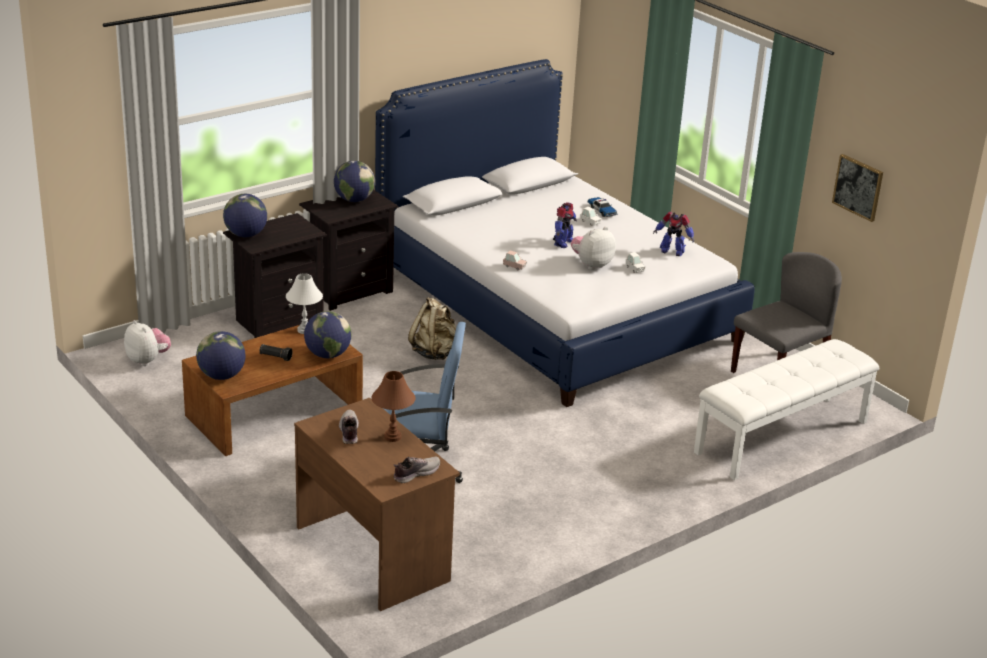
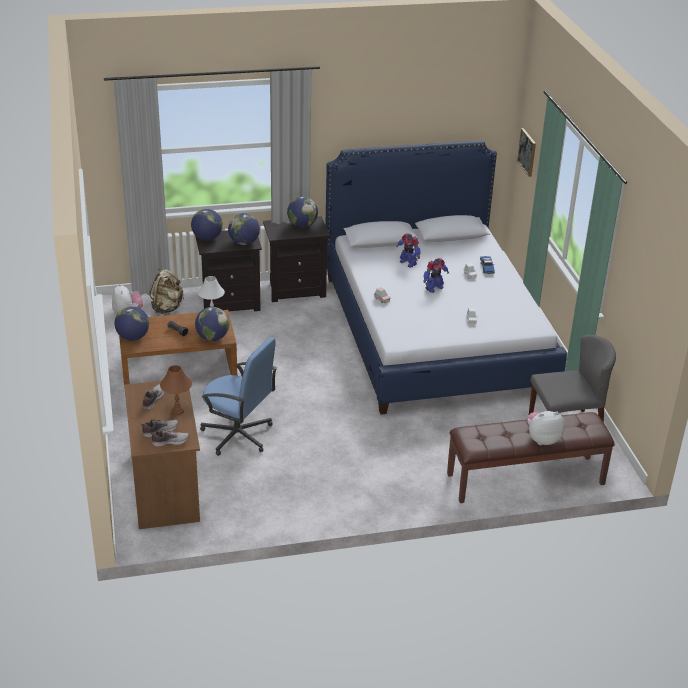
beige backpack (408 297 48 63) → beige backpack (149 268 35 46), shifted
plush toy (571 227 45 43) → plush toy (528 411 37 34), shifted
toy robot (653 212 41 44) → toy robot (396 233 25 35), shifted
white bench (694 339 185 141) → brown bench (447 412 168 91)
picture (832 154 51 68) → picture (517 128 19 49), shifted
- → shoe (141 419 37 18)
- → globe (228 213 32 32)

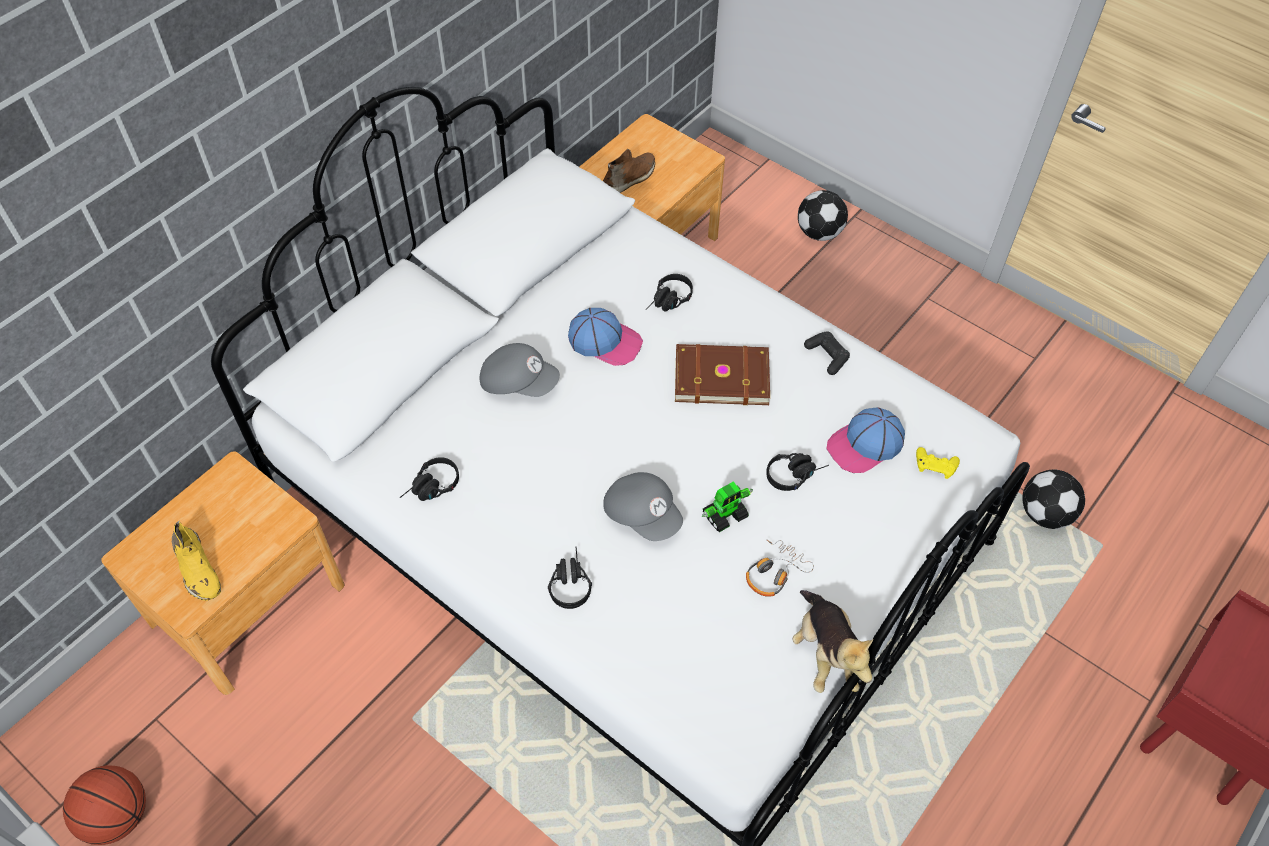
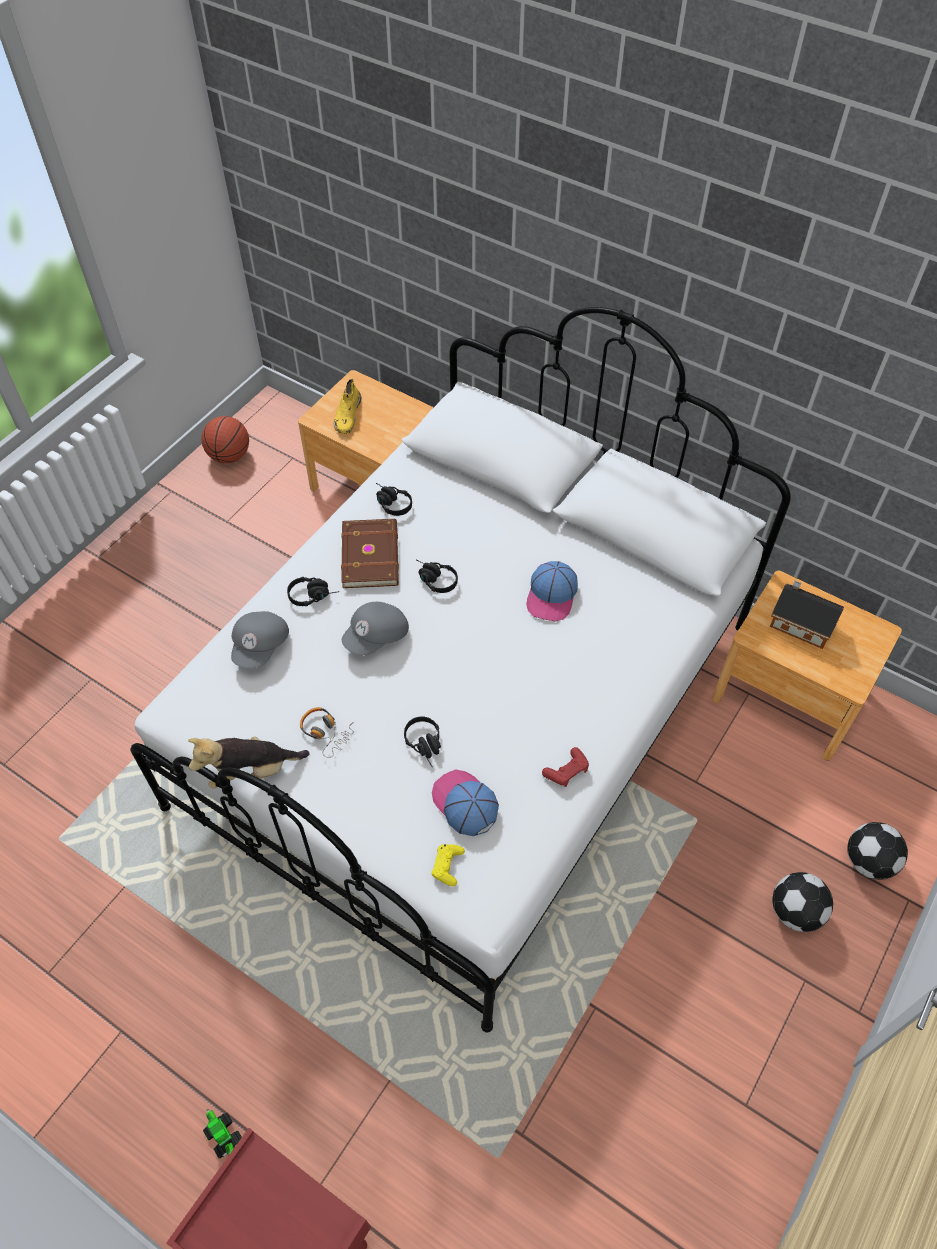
yellow shoe (172 521 49 80) → yellow shoe (333 379 29 55), 45 degrees counterclockwise
grey cap (480 343 80 54) → grey cap (231 611 58 57), shifted
brown shoe (603 149 52 44) → toy house (770 581 74 68)
black headphones (646 274 47 38) → black headphones (417 560 41 33), shifted
brown book (675 344 95 61) → brown book (341 519 58 69), shifted
toy robot (702 481 51 51) → toy robot (203 1109 39 49), shifted
black game controller (804 331 46 44) → red game controller (542 747 47 40)
football (1022 469 63 60) → football (773 872 60 60), shifted

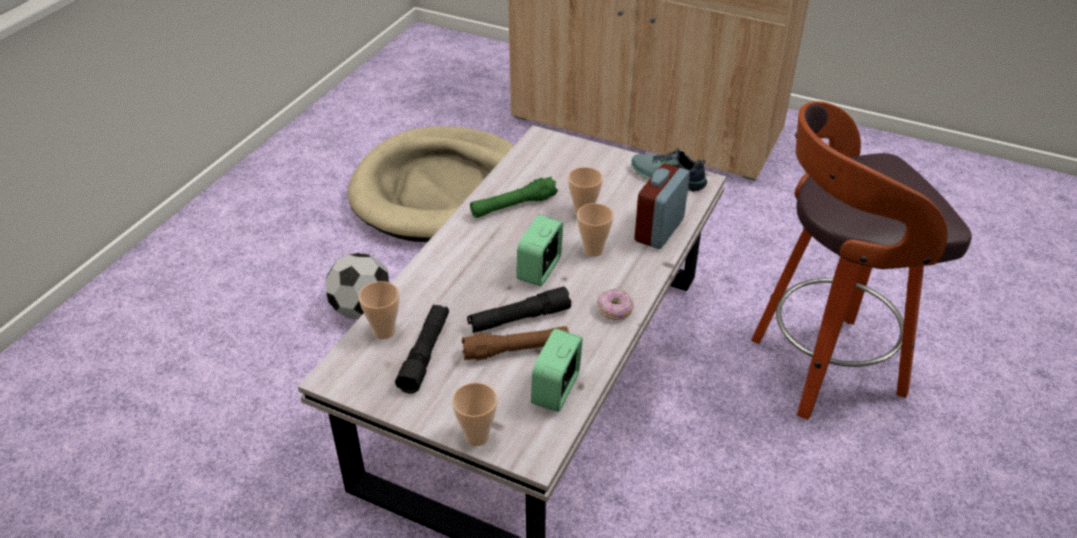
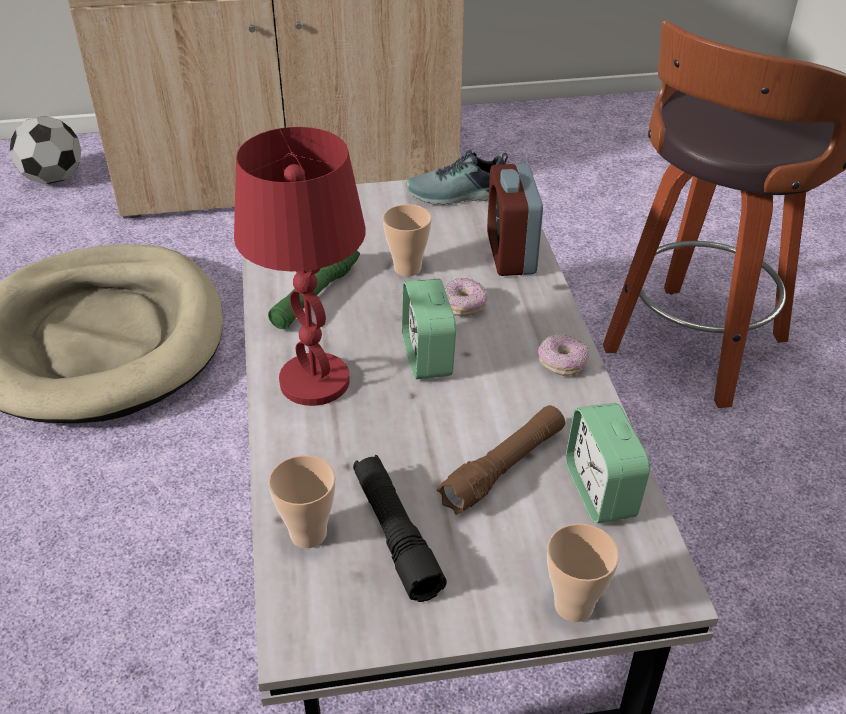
football (325 253 65 66) → football (9 116 72 68), shifted
black flashlight (467 287 104 46) → -
cup (577 203 37 54) → donut (445 278 43 38)
- → red table lamp (234 127 132 279)

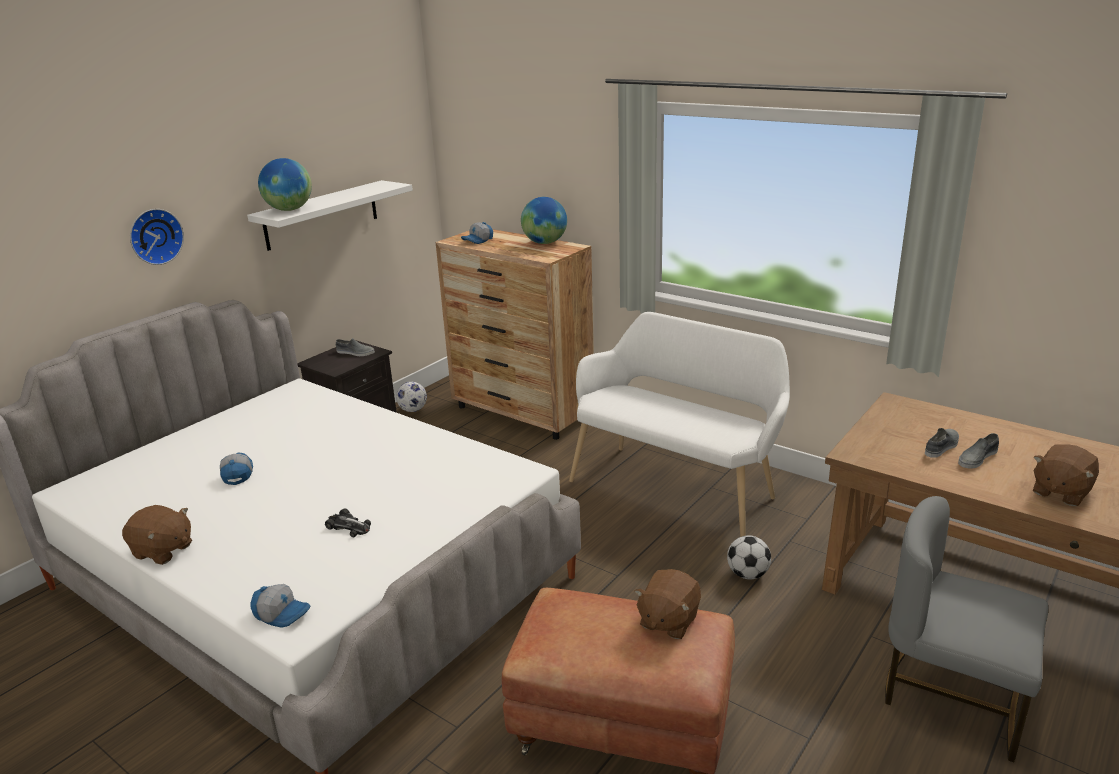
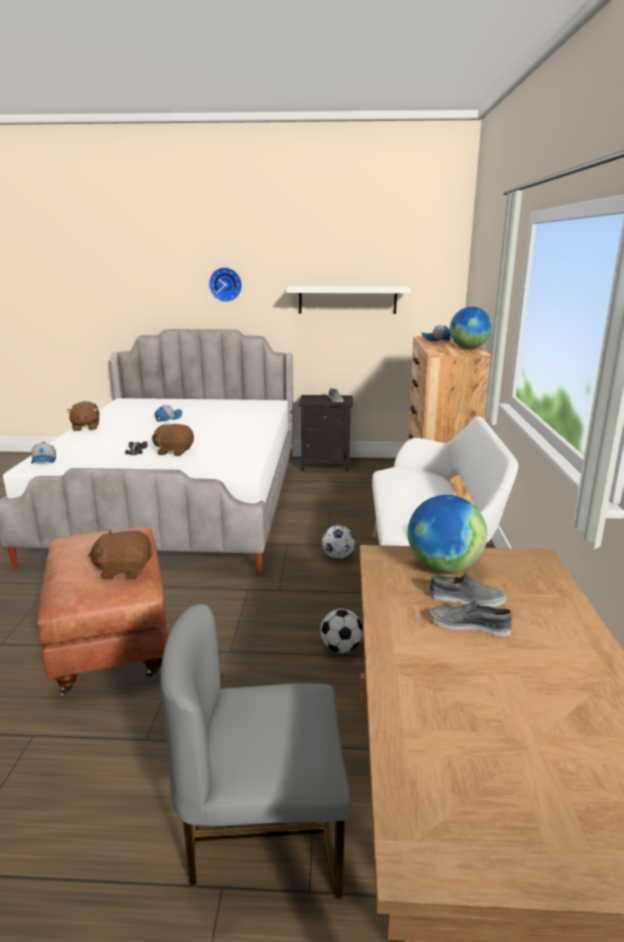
globe (258 158 54 53) → globe (408 495 79 78), shifted
football (396 382 31 30) → football (322 525 33 34), shifted
grey chair (885 496 164 266) → grey chair (160 604 191 295), 90 degrees counterclockwise
brown plush toy (1033 444 66 62) → brown plush toy (152 424 42 32), shifted

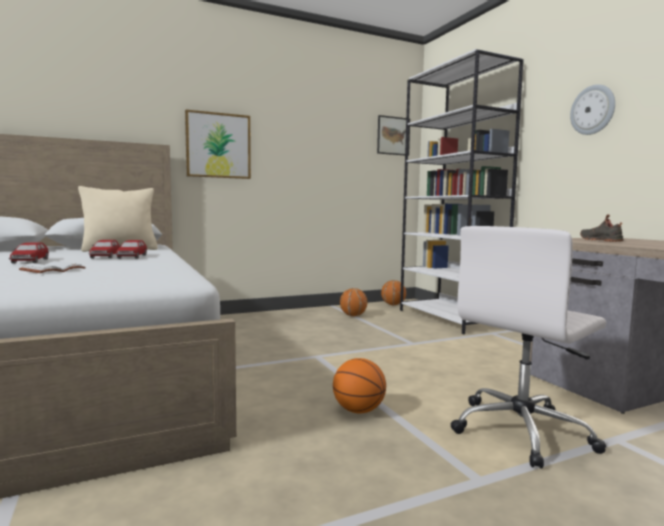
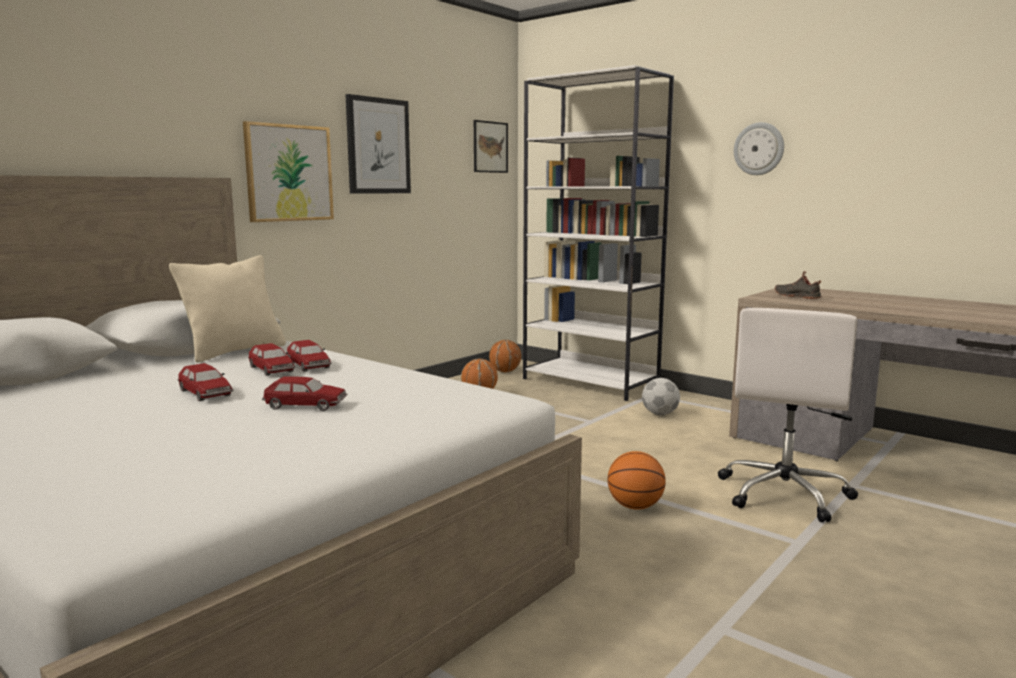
white book (19 261 67 12) → toy car (262 376 86 35)
- → picture (345 94 66 100)
- → football (642 378 38 37)

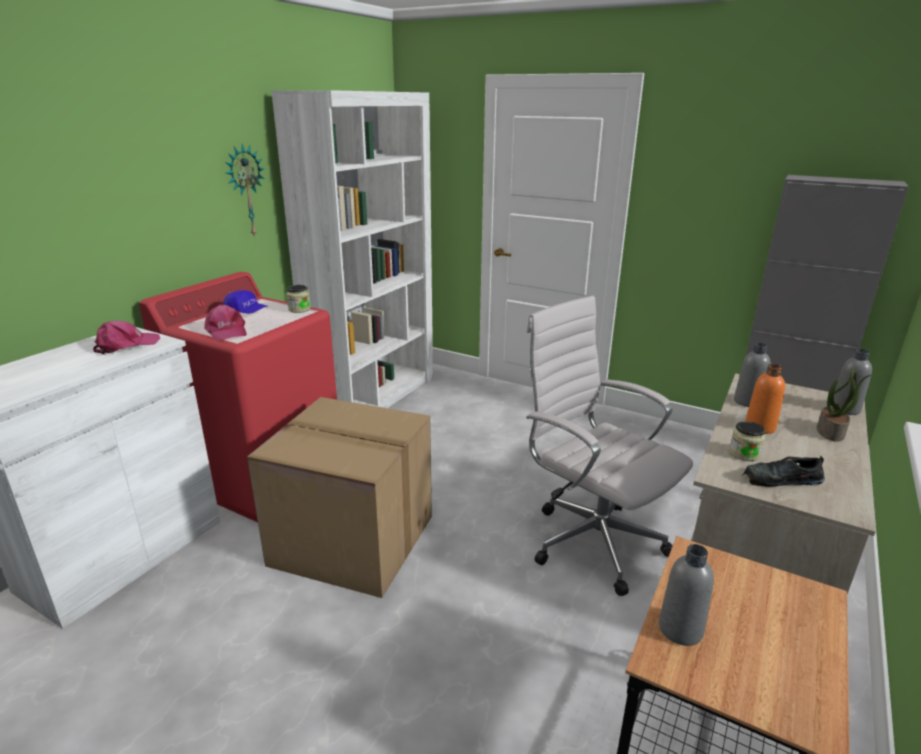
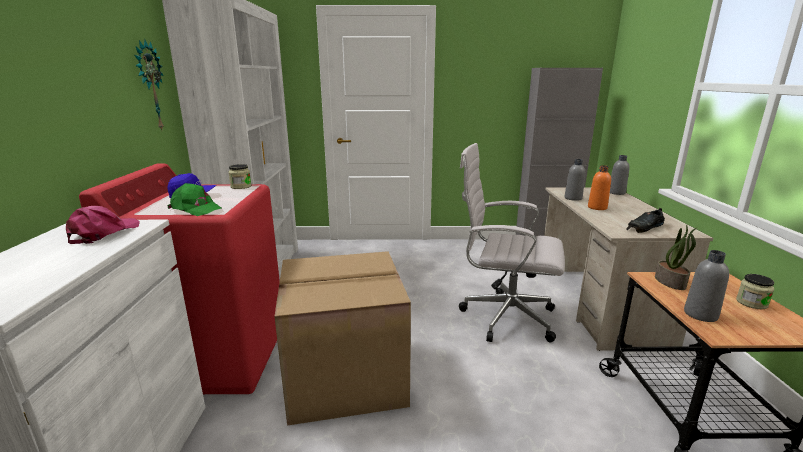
pink cap (204 304 43 37) → green cap (167 183 56 33)
jar (729 421 36 40) → jar (736 274 38 35), shifted
potted plant (817 367 54 75) → potted plant (655 224 43 66), shifted

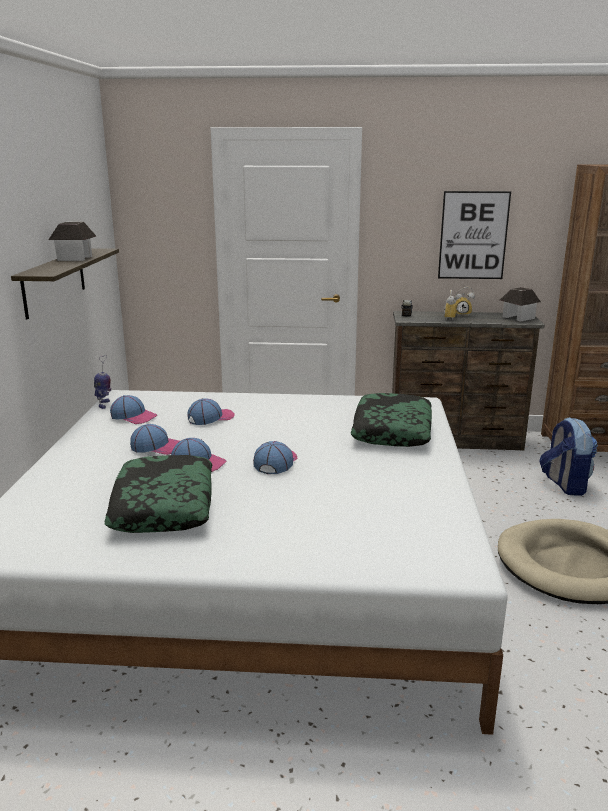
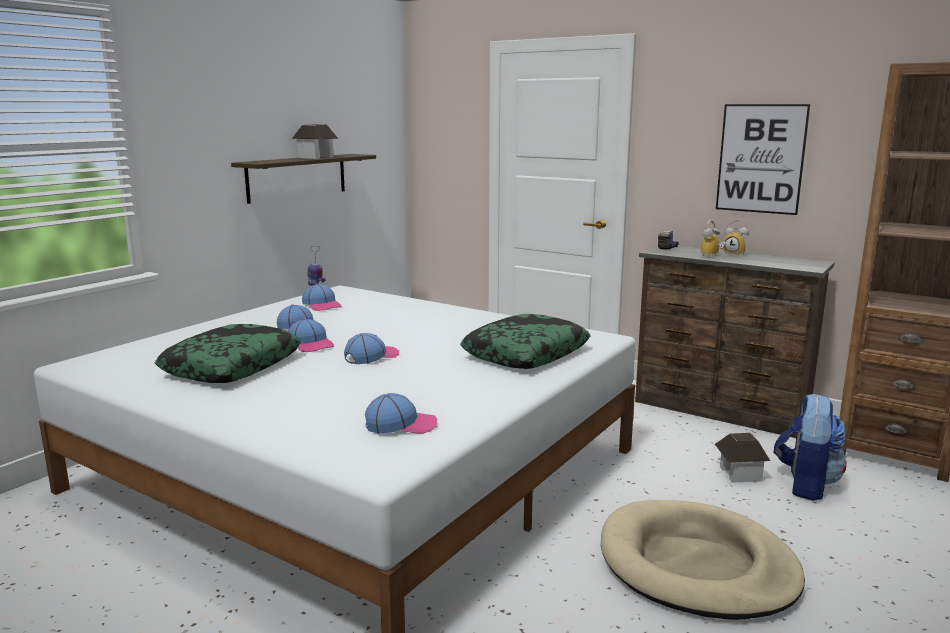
cap (187 398 48 27) → cap (365 393 72 41), shifted
toy house (500 287 41 35) → toy house (715 433 55 50), shifted

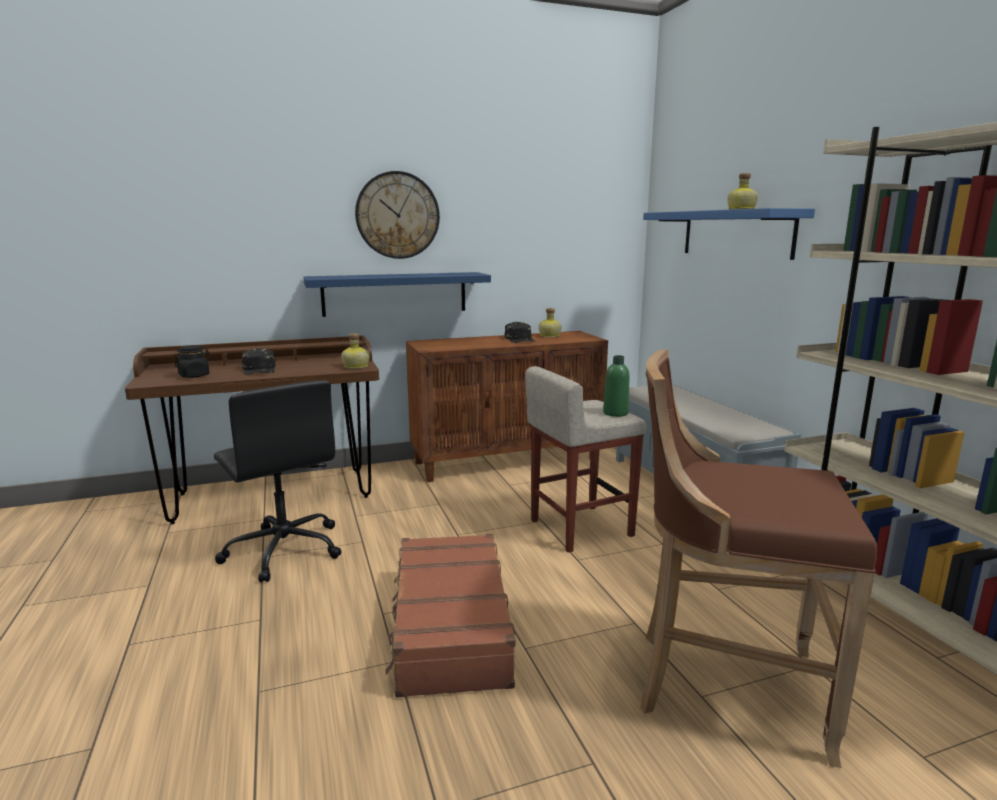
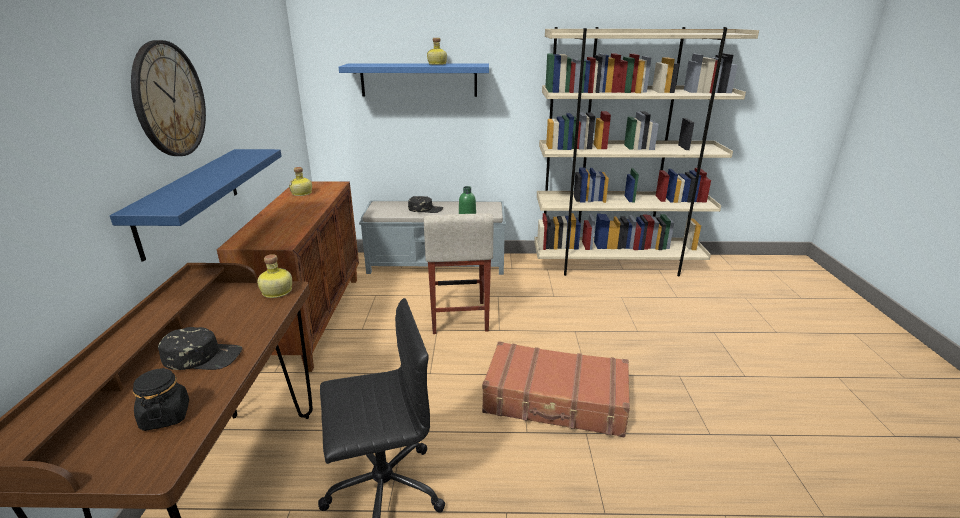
black cap (505 322 30 21) → black cap (408 196 35 17), shifted
brown stool (640 349 238 419) → -

